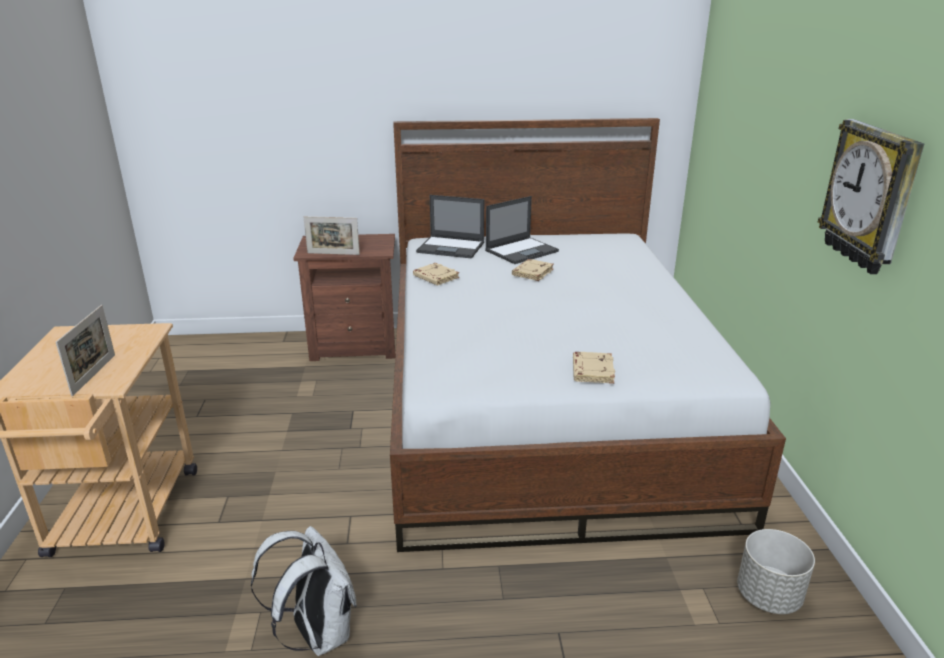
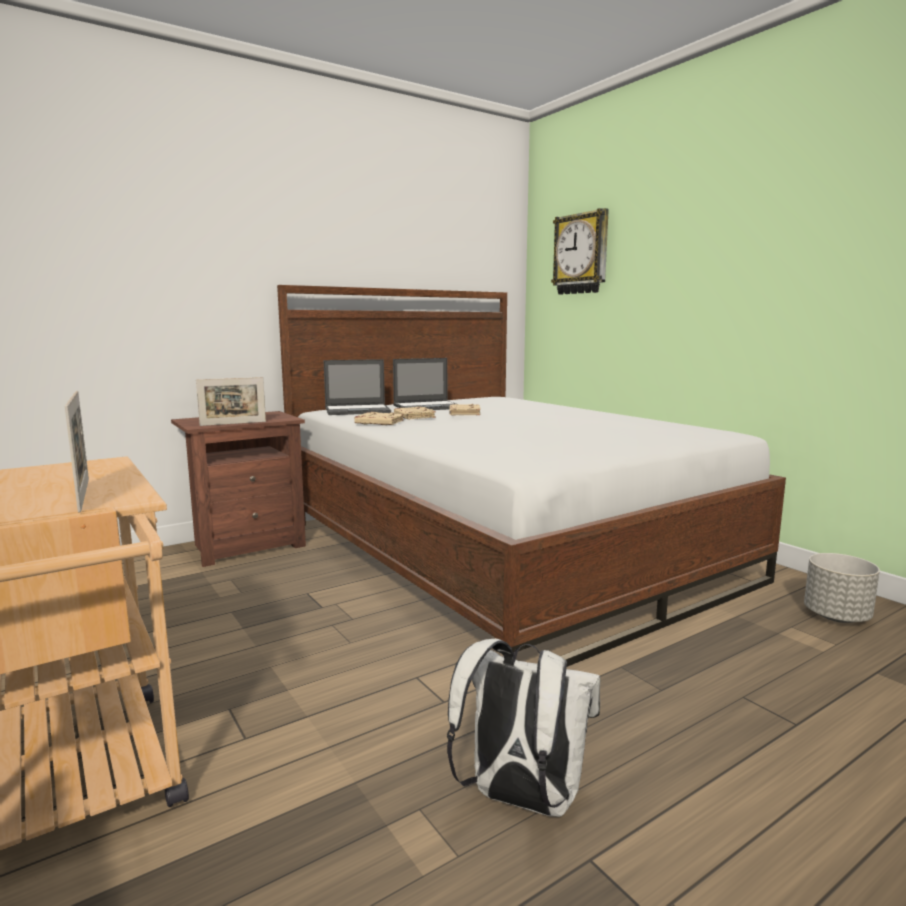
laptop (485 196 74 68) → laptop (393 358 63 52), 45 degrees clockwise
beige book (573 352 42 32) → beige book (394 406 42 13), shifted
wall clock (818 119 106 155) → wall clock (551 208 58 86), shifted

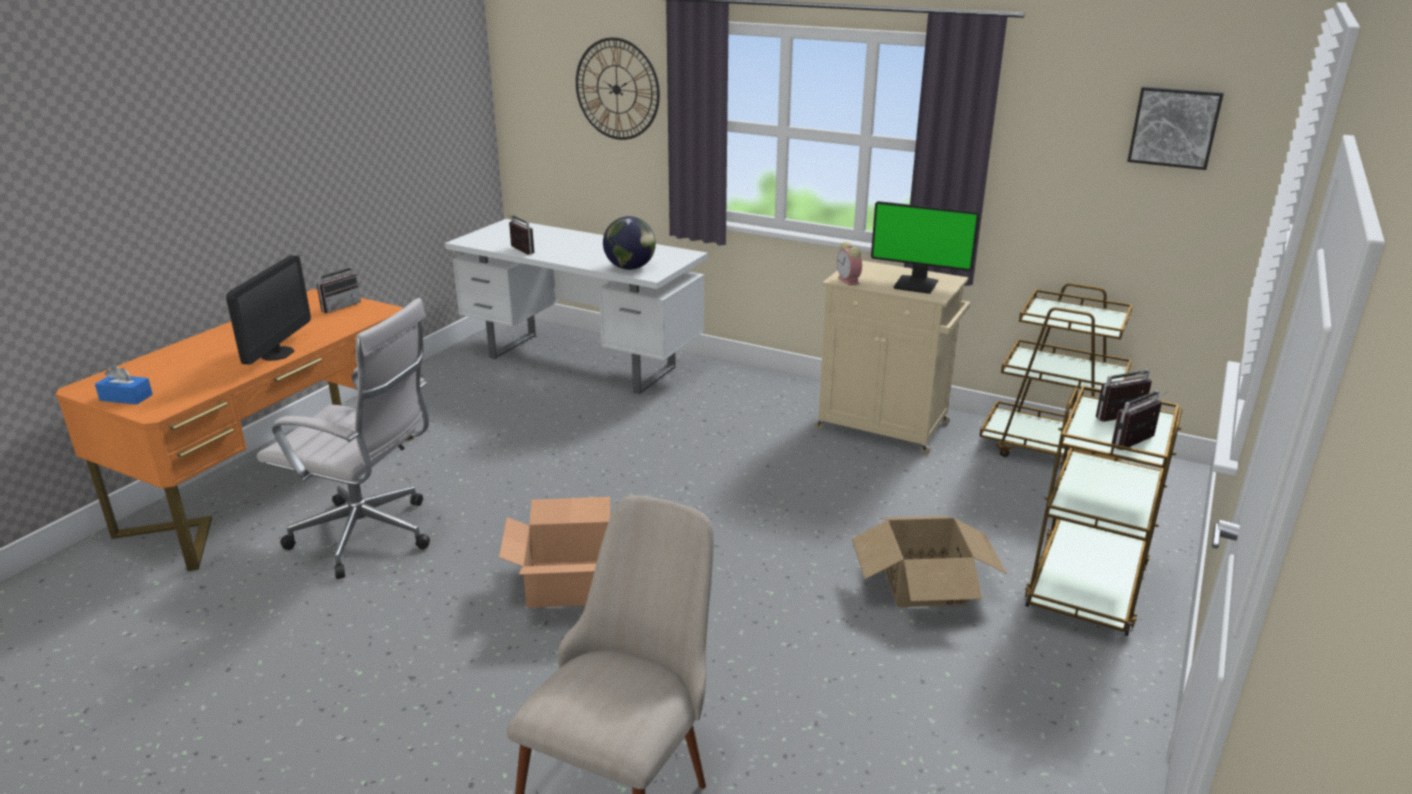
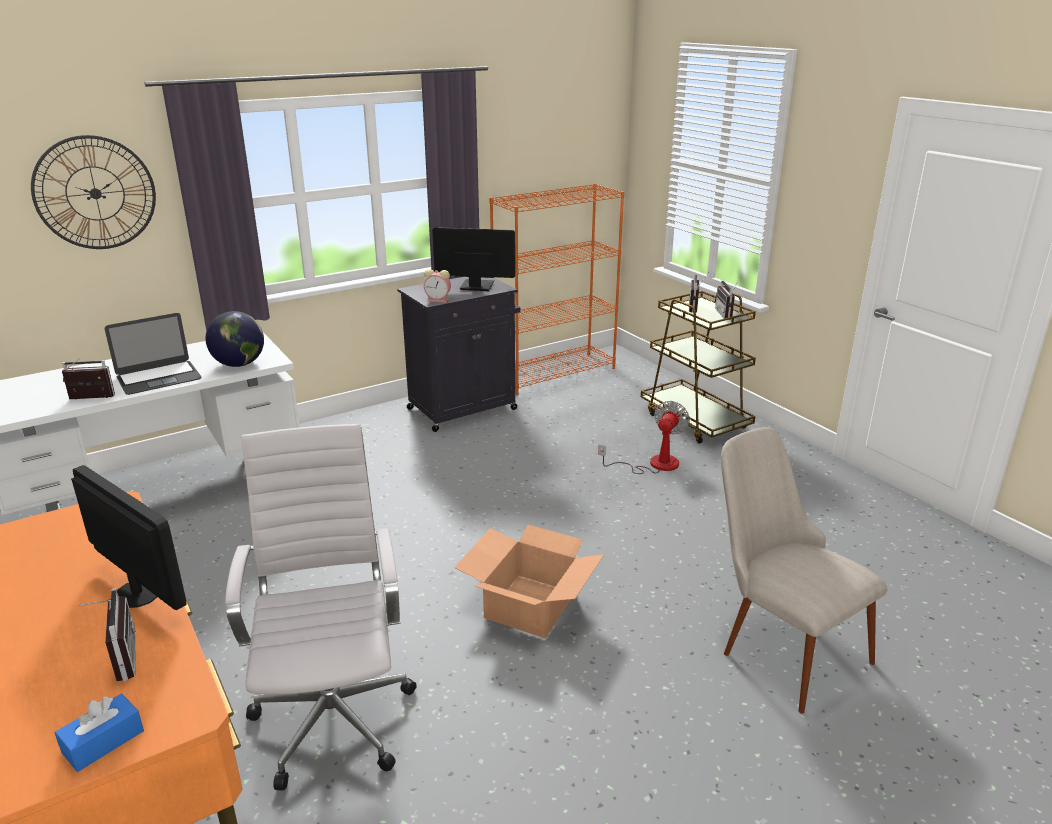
white office chair (257 298 173 281) → white office chair (225 424 192 367), 60 degrees counterclockwise
radio (317 261 44 52) → radio (77 588 59 93), shifted
beige cabinet (815 260 155 194) → black cabinet (398 277 123 155)
cardboard box (852 516 155 91) → fan (598 401 92 73)
monitor (871 201 109 93) → monitor (432 227 83 64), 135 degrees counterclockwise
brown cart (979 283 154 178) → orange bookcase (489 184 135 211)
picture (1127 86 97 84) → -
- → laptop (105 313 97 82)

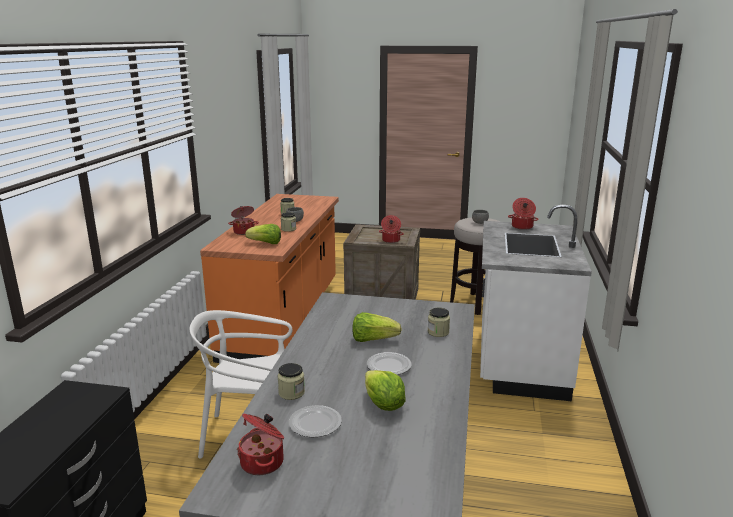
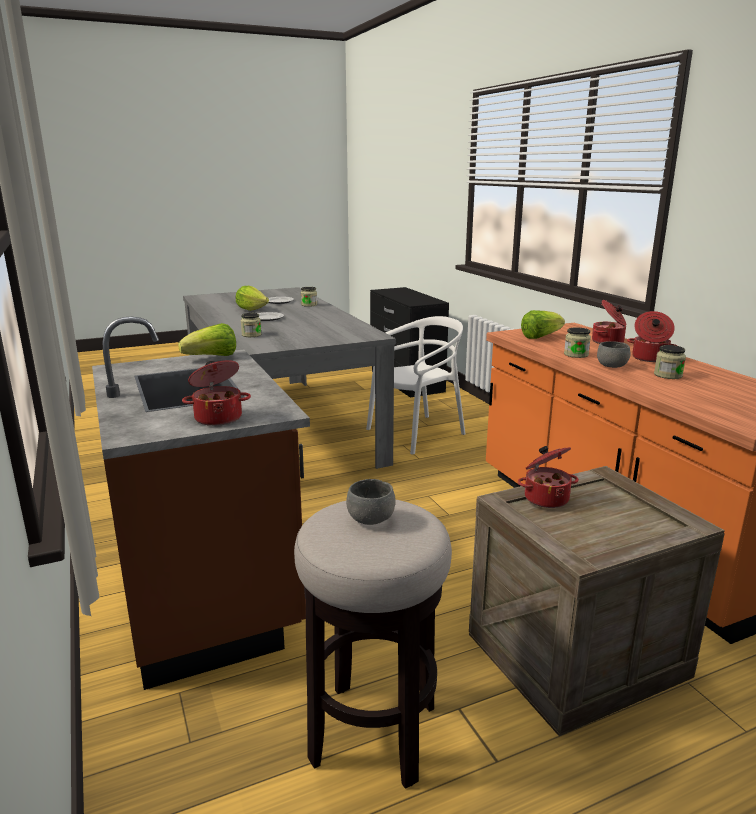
cooking pot (237 414 47 61) → cooking pot (627 311 50 51), shifted
lettuce (353 312 49 30) → lettuce (178 323 58 33), shifted
white counter (480 205 112 196) → brown counter (92 317 218 373)

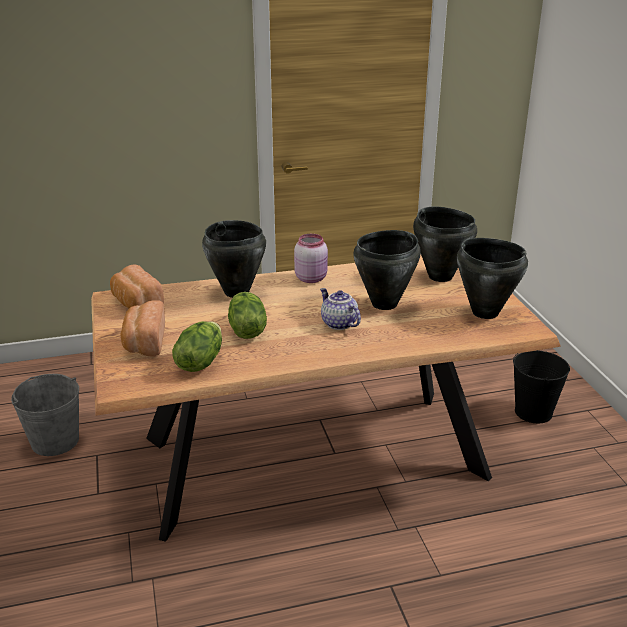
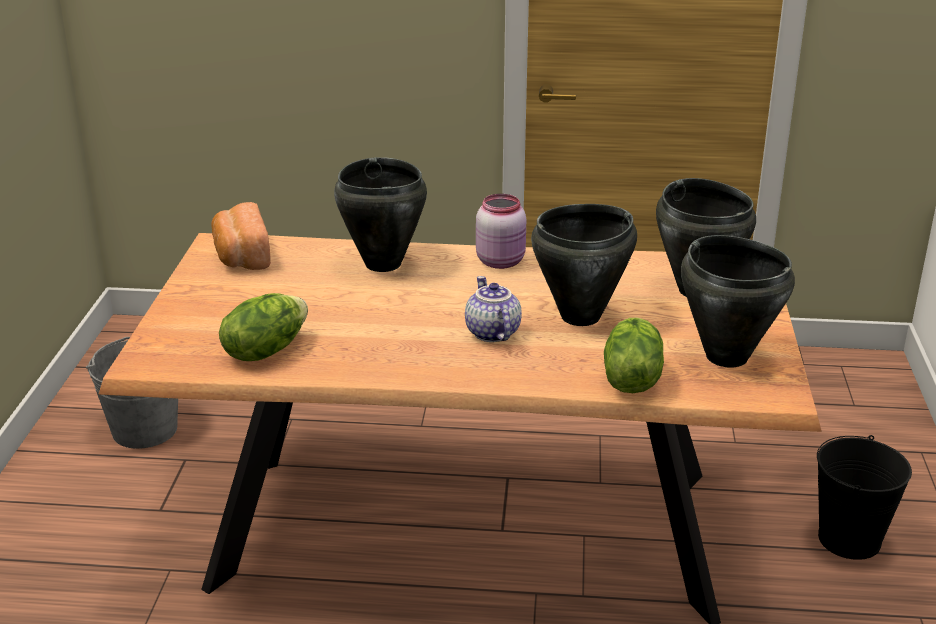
bread (120 300 45 57) → -
lettuce (228 292 39 47) → lettuce (604 317 60 76), shifted

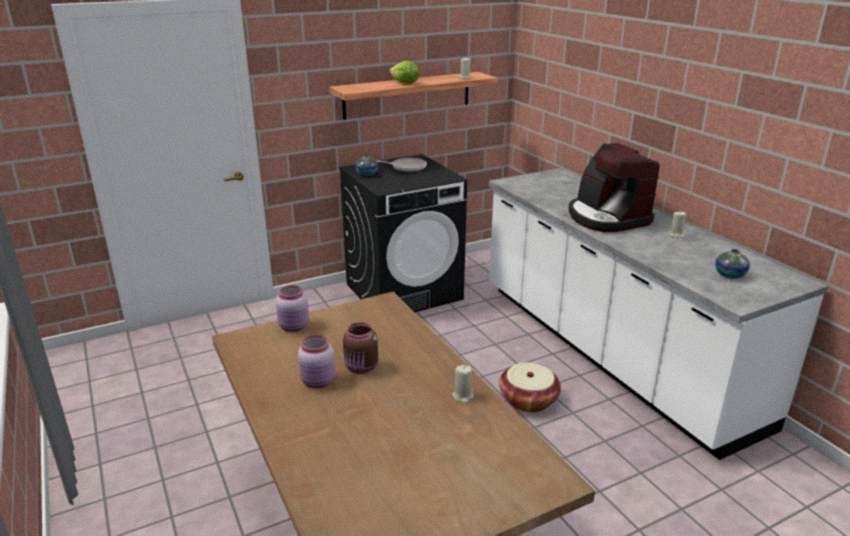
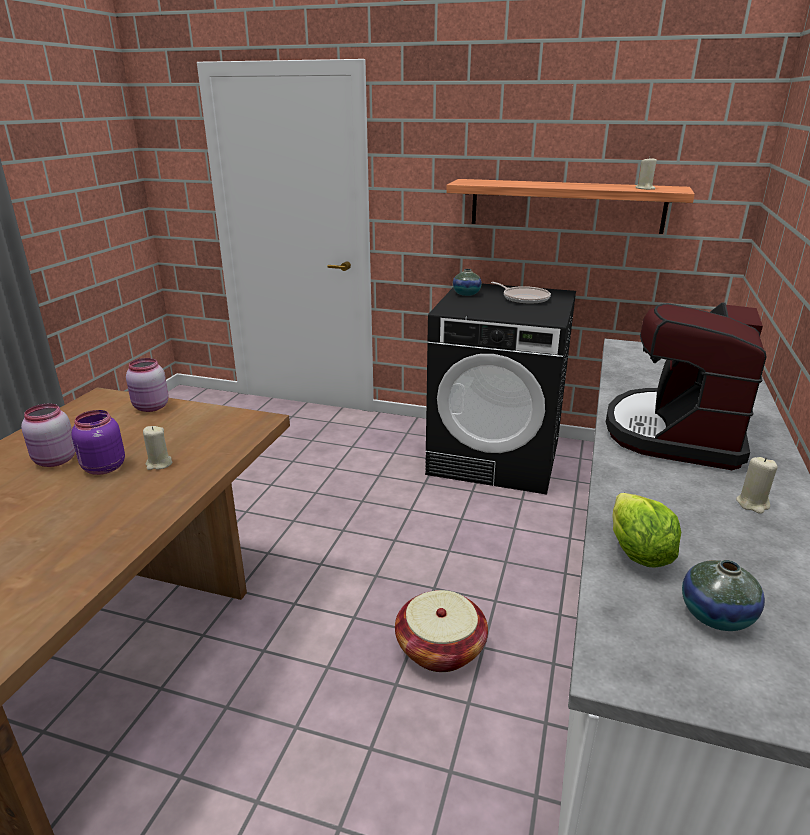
brown jar (343 322 35 52) → purple jar (72 410 53 65)
lettuce (389 61 30 23) → lettuce (612 493 69 75), shifted
beige candle (453 365 21 38) → beige candle (143 426 29 44), shifted

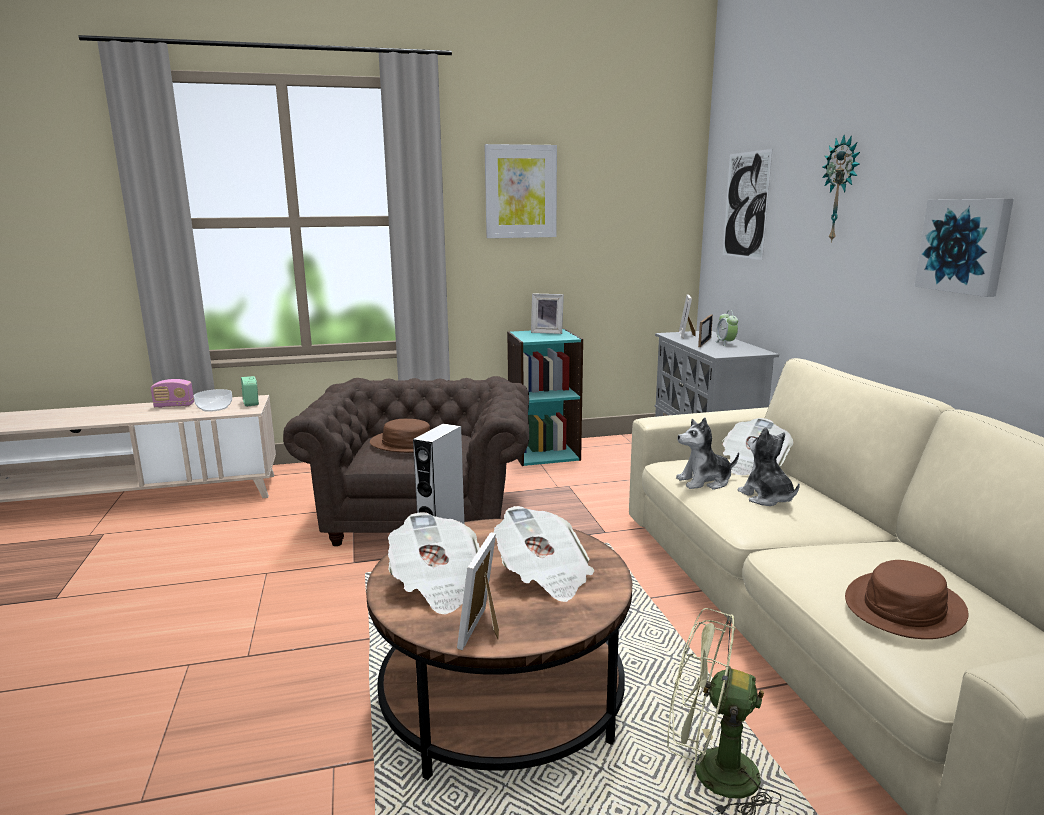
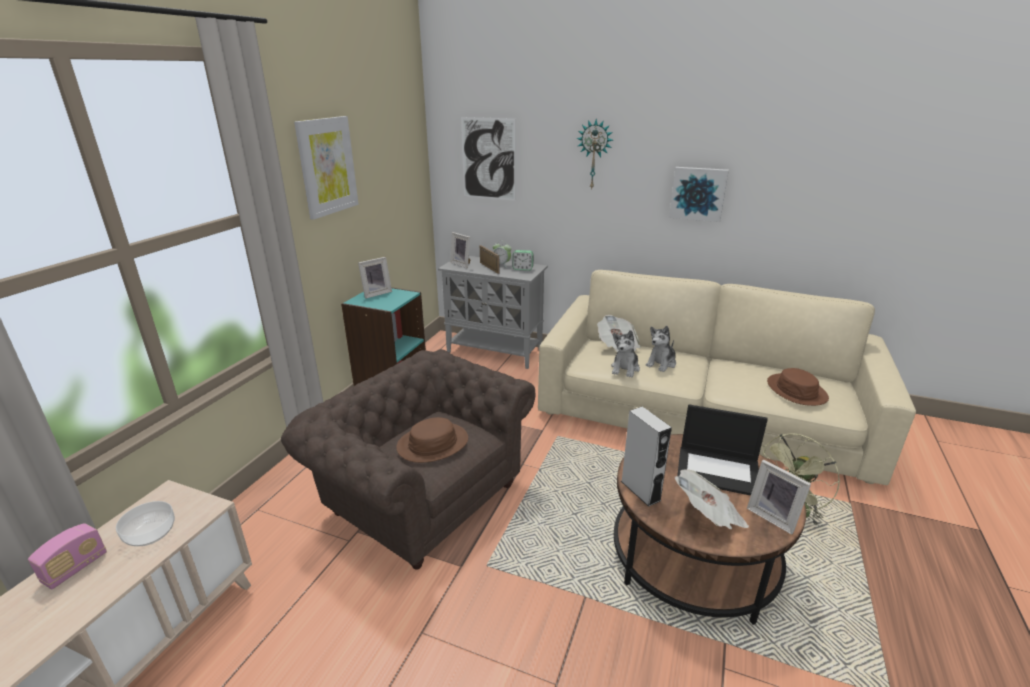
alarm clock (241 376 18 30) → alarm clock (512 250 22 21), shifted
newspaper (494 506 100 96) → laptop (677 405 91 91)
plush toy (737 427 63 79) → plush toy (645 326 31 46), 60 degrees counterclockwise

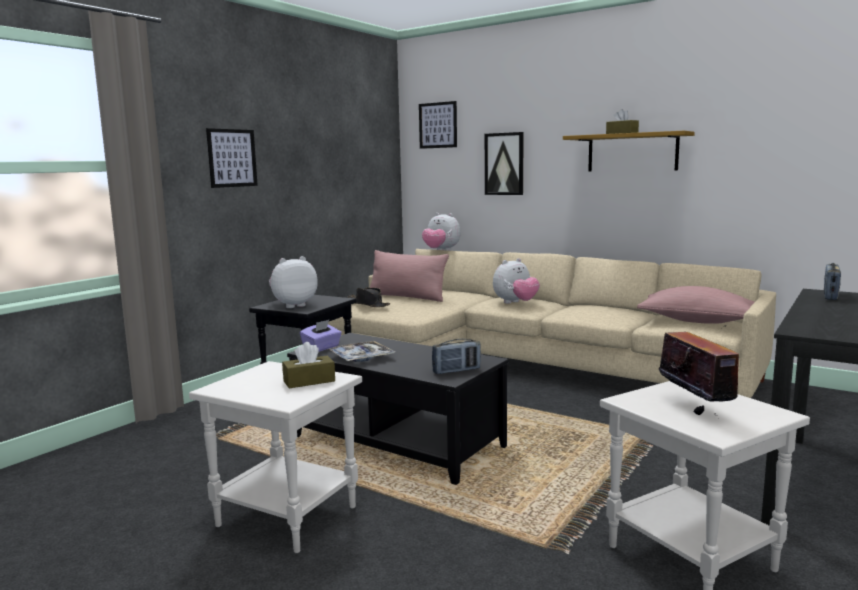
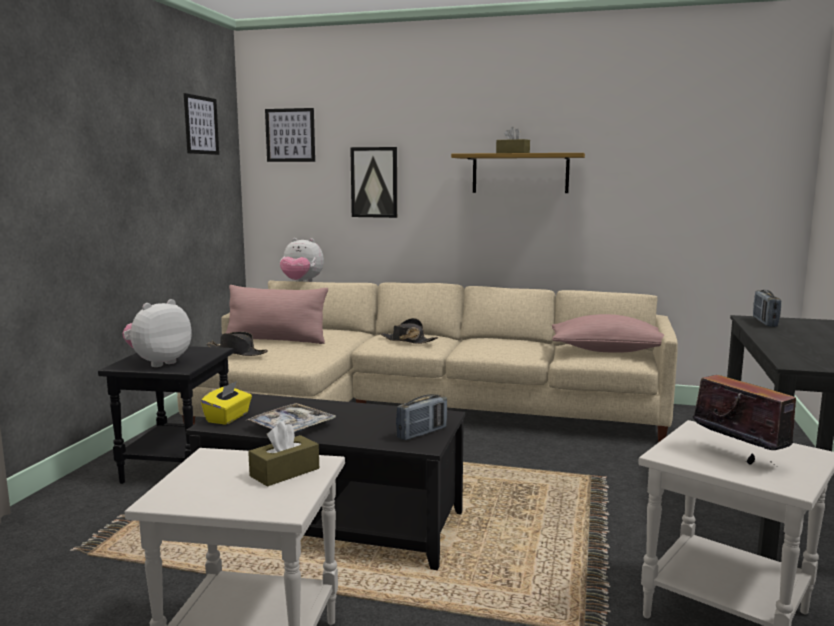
picture (206 128 52 60) → picture (184 93 35 62), shifted
purple tissue box (300 320 42 32) → yellow tissue box (201 381 51 44)
plush toy (493 258 47 46) → black hat (381 318 57 26)

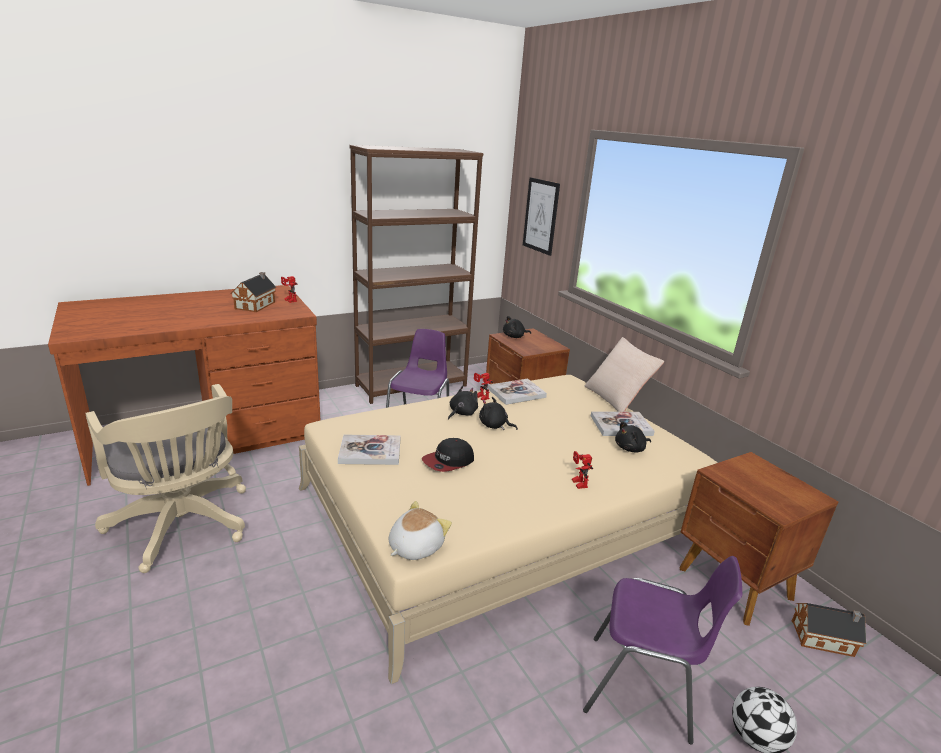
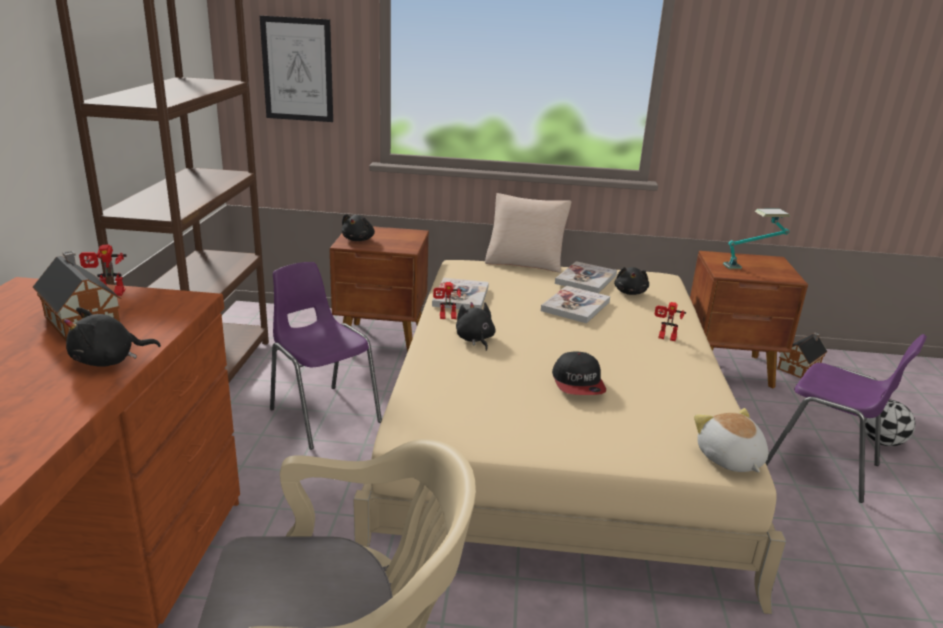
book (338 434 62 31) → book (541 285 69 39), shifted
black plush toy (479 397 39 33) → black plush toy (64 307 97 60), shifted
purple chair (583 556 159 189) → purple chair (765 334 162 169), 75 degrees clockwise
- → table lamp (723 209 67 60)

